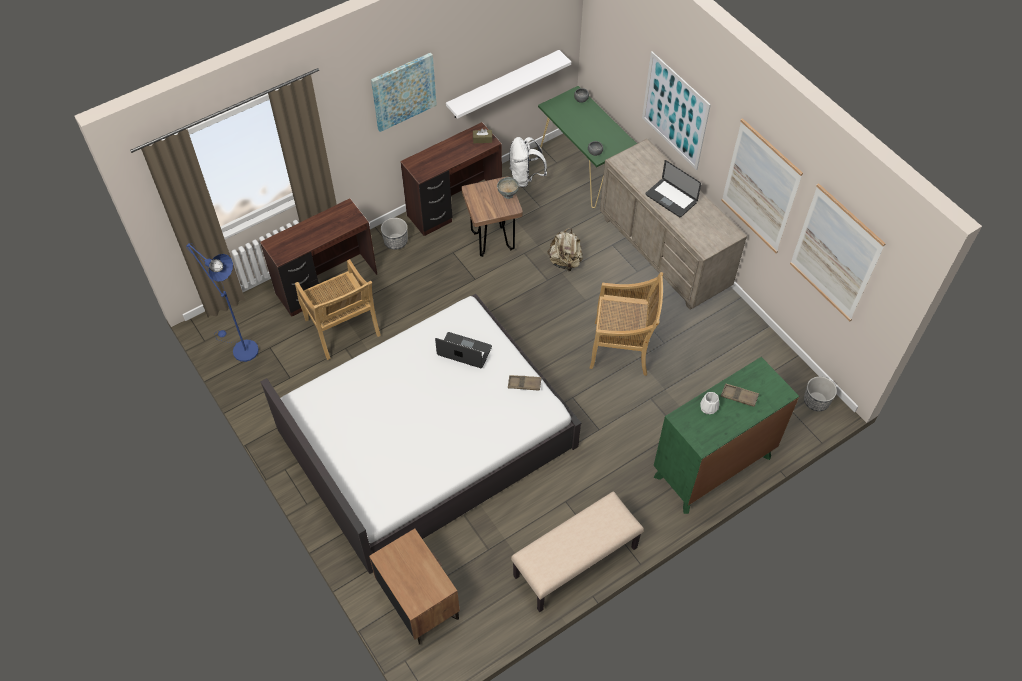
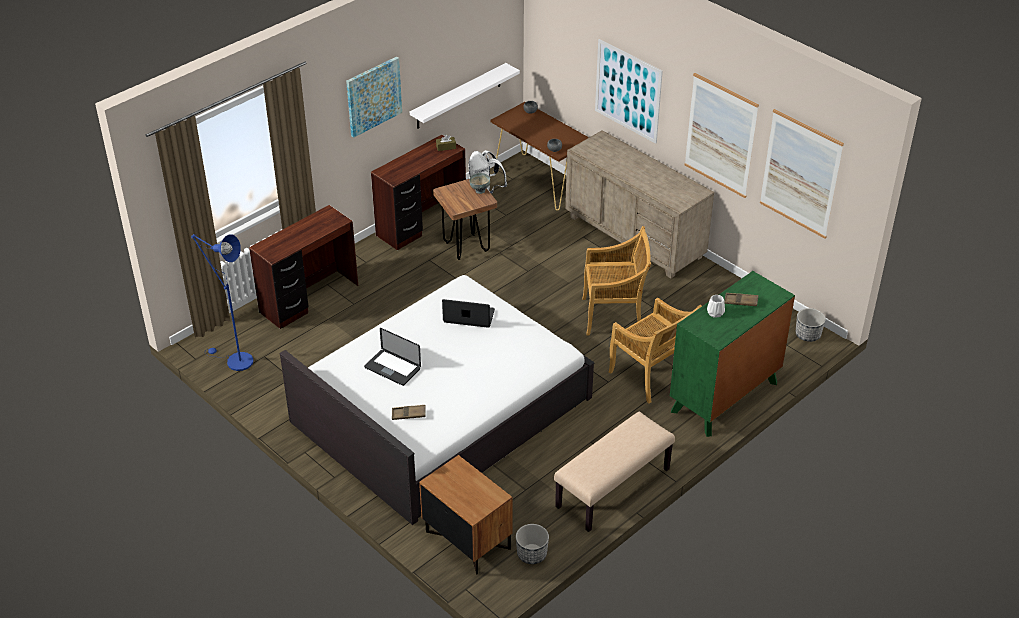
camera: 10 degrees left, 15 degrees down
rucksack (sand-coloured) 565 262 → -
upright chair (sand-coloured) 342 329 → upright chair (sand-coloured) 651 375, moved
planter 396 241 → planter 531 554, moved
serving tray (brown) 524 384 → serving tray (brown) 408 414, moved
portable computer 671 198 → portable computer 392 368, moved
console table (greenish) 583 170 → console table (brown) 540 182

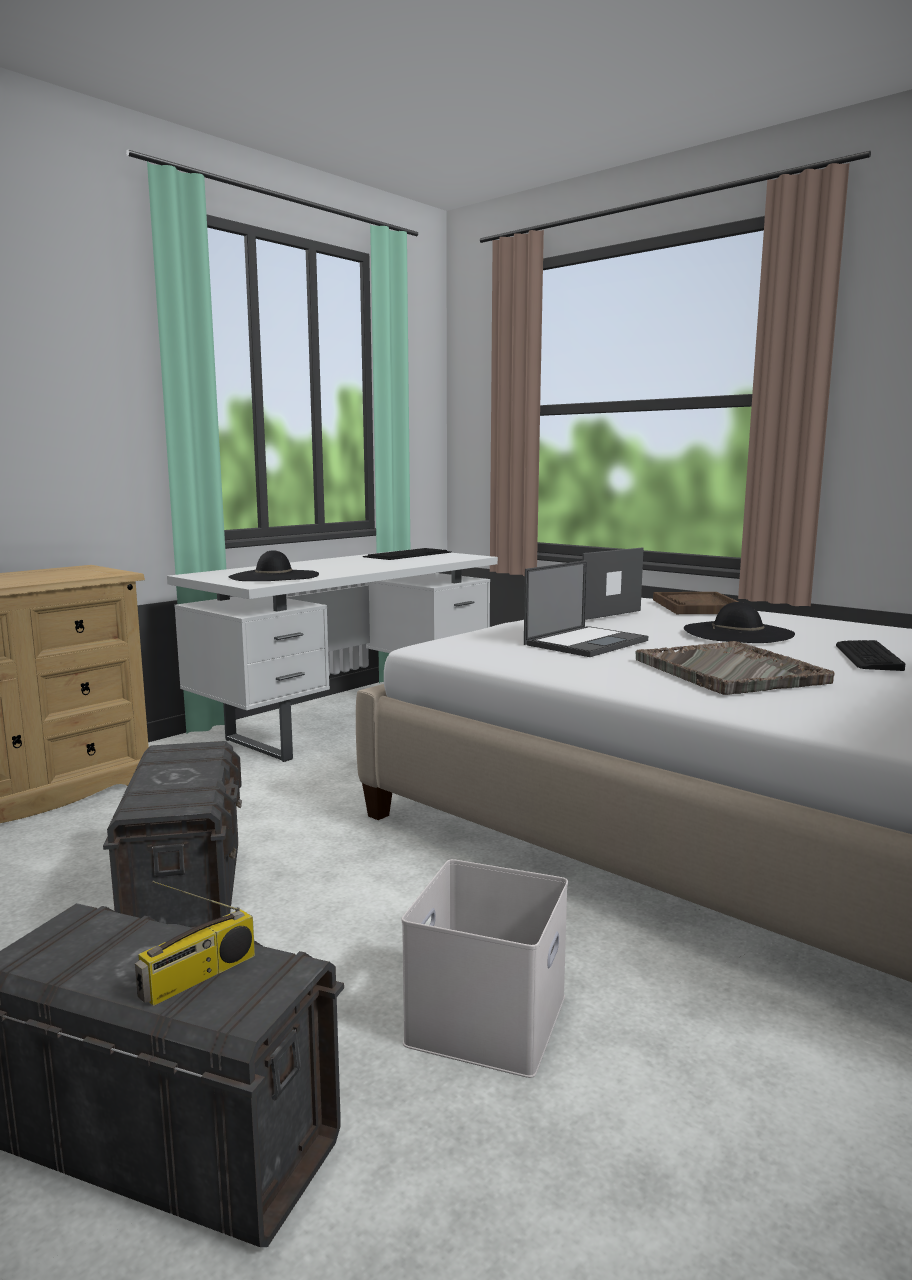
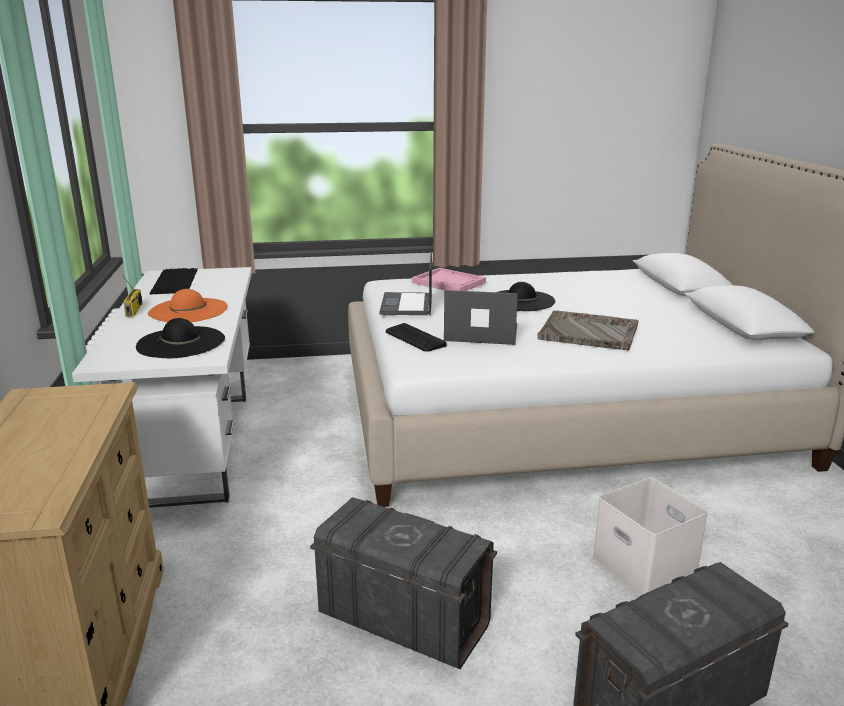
camera: 50 degrees left, 10 degrees up
- → wearable hat (orange-coloured) 188 310
radio receiver 198 977 → radio receiver 134 310, moved
PC keyboard 867 656 → PC keyboard 414 338, moved
serving tray (brown) 697 606 → serving tray (pinkish) 449 282
portable computer 586 642 → portable computer 480 333, 75 degrees counterclockwise

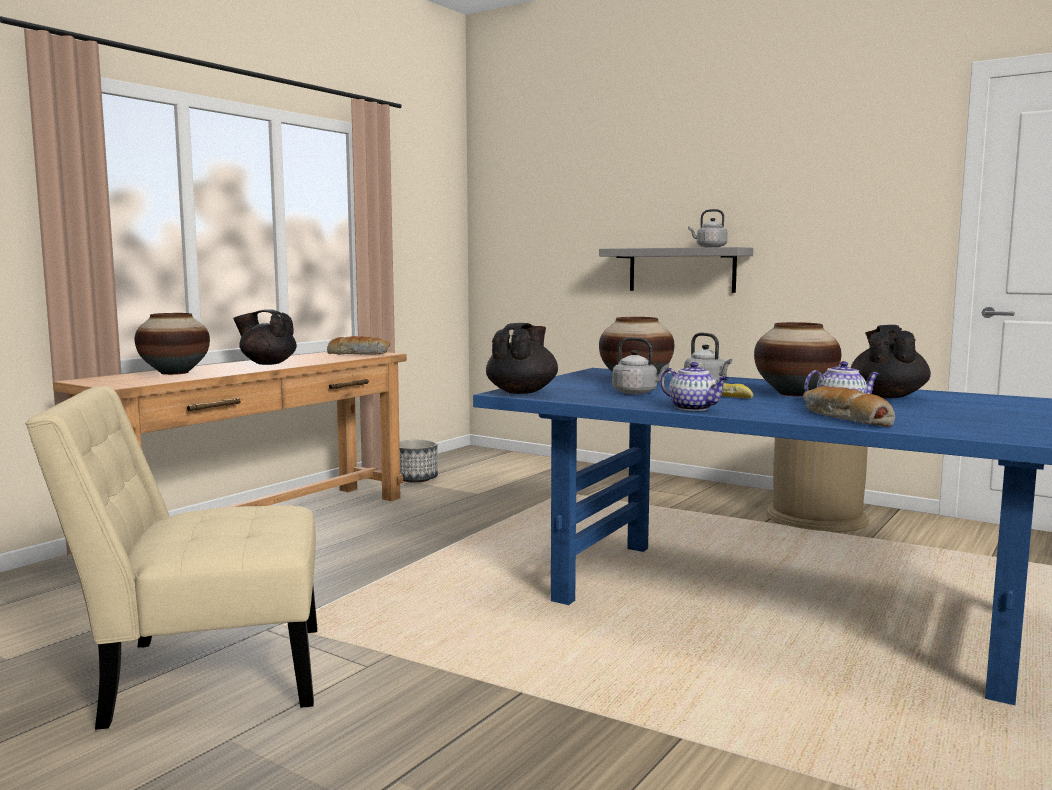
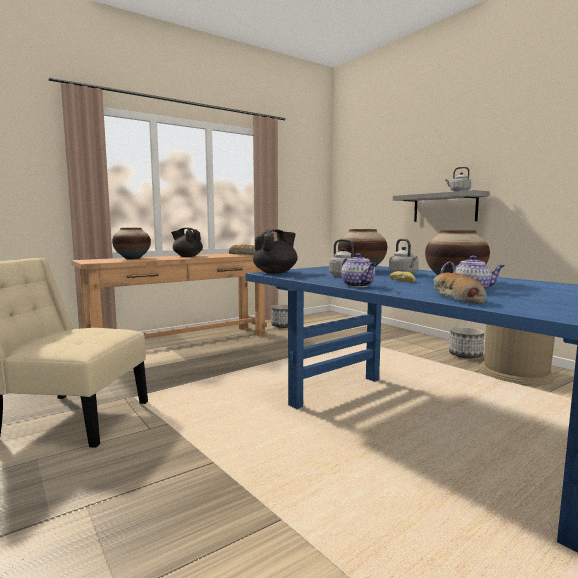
camera: 20 degrees right, 0 degrees up
teapot (black) 887 396 → -
- → planter 465 355

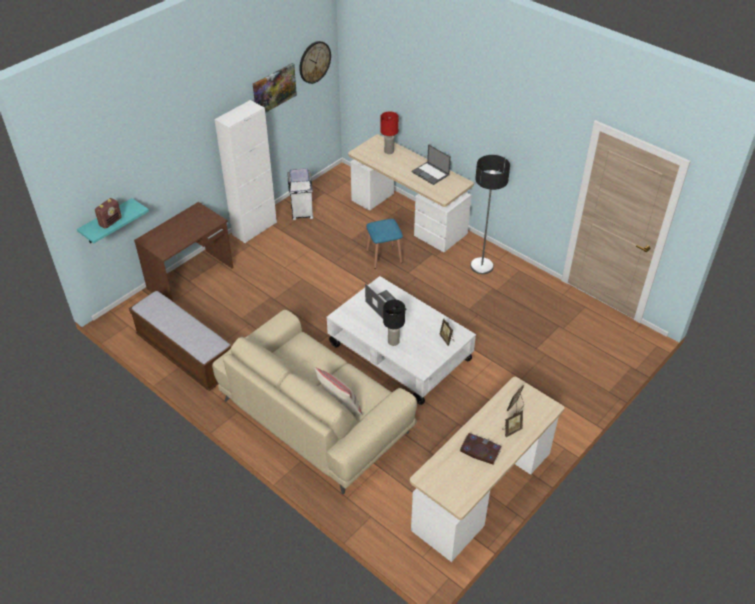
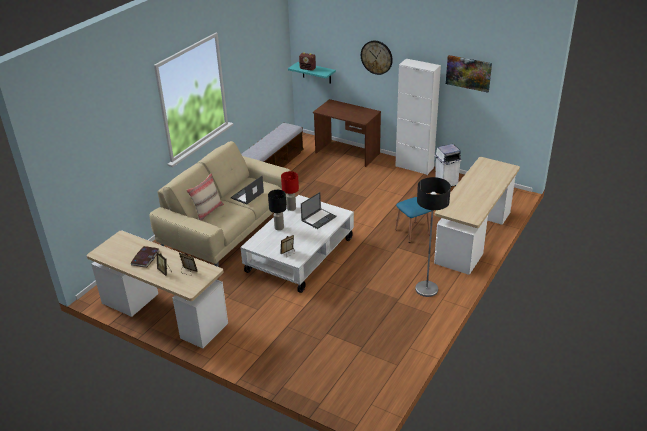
camera: 80 degrees right, 10 degrees down
hanging clock 314 62 → hanging clock 376 57, moved
table lamp (reddish) 388 151 → table lamp (reddish) 291 208, moved
portable computer 431 173 → portable computer 247 195, moved

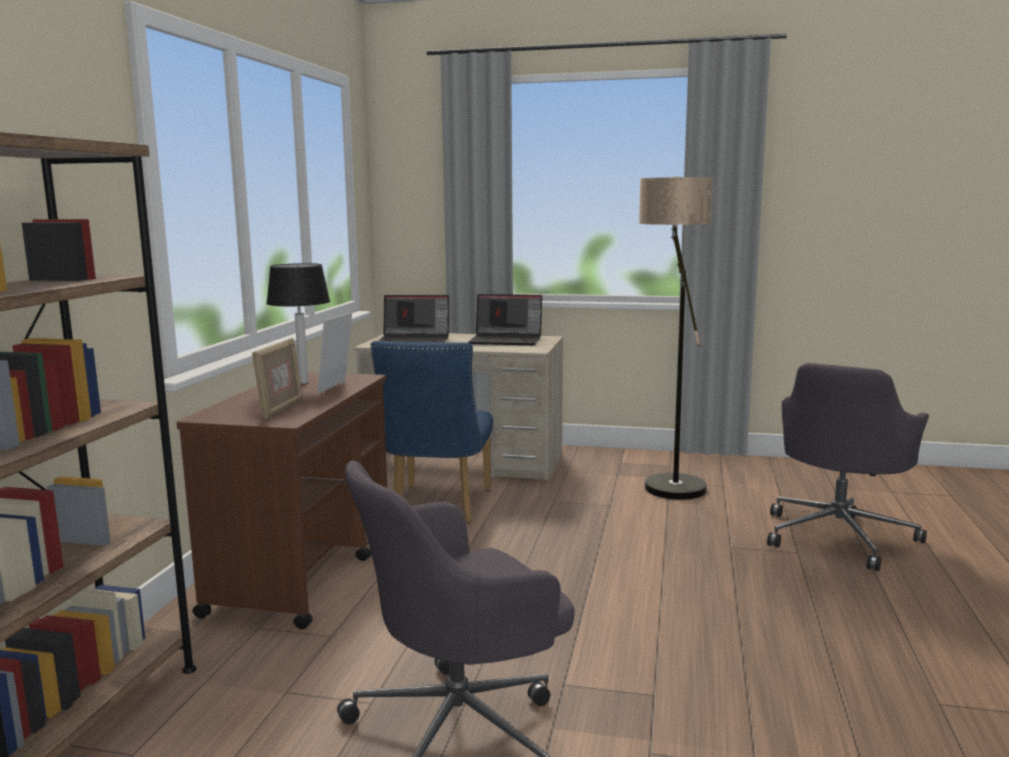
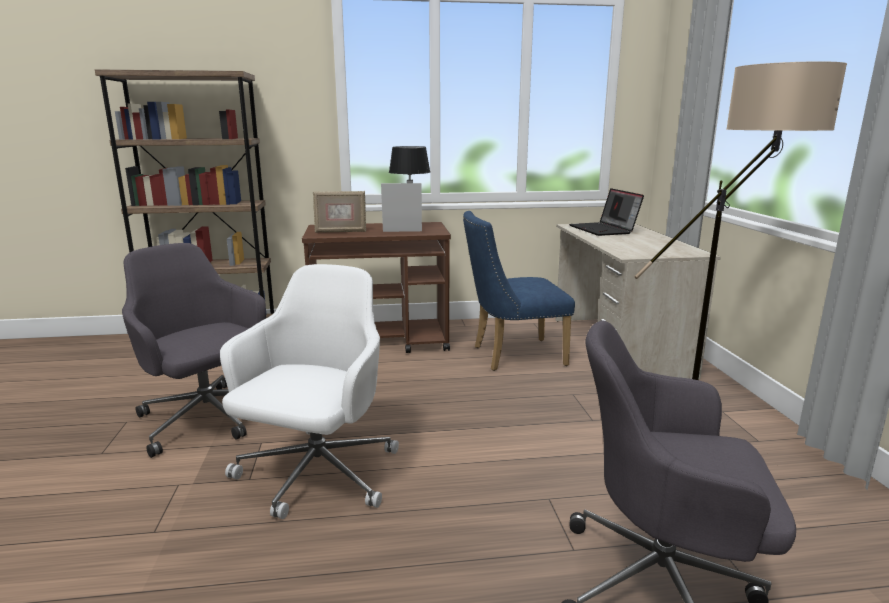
camera: 70 degrees right, 5 degrees up
portable computer 507 340 → -
- → office chair (white-coloured) 316 475

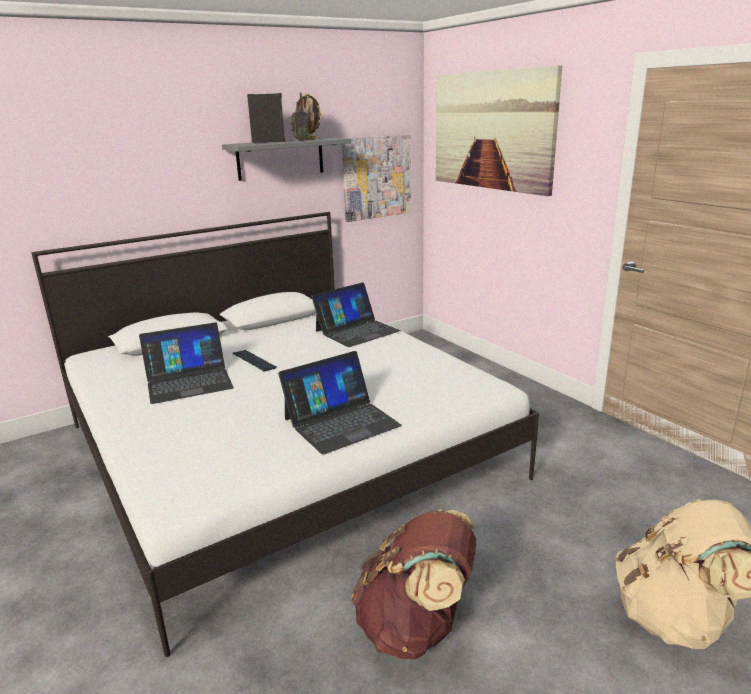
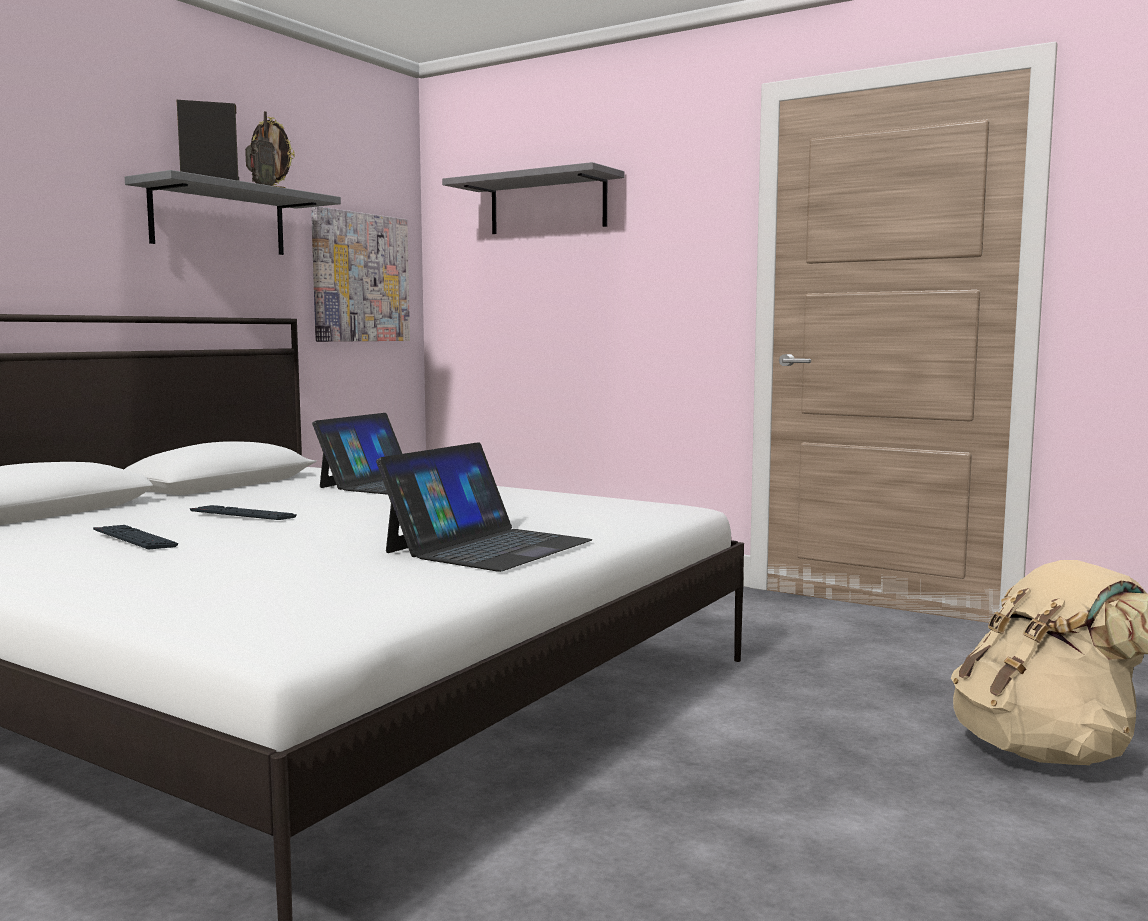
camera: 25 degrees left, 15 degrees down
rucksack (brown) 415 626 → -
portable computer 189 381 → PC keyboard 134 539
wall picture 492 130 → wall shelf (grey) 548 204

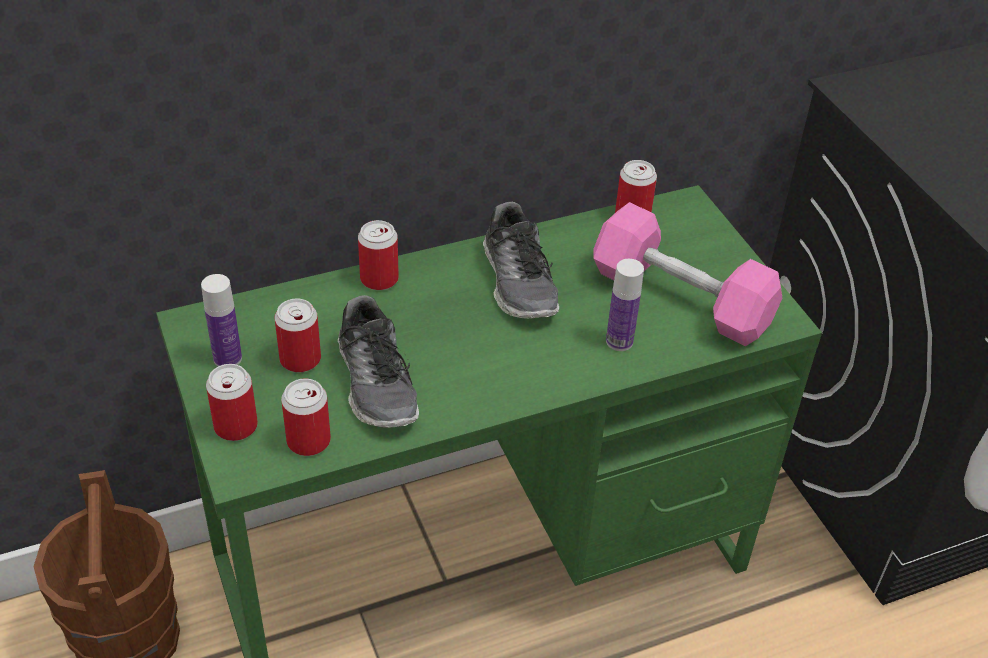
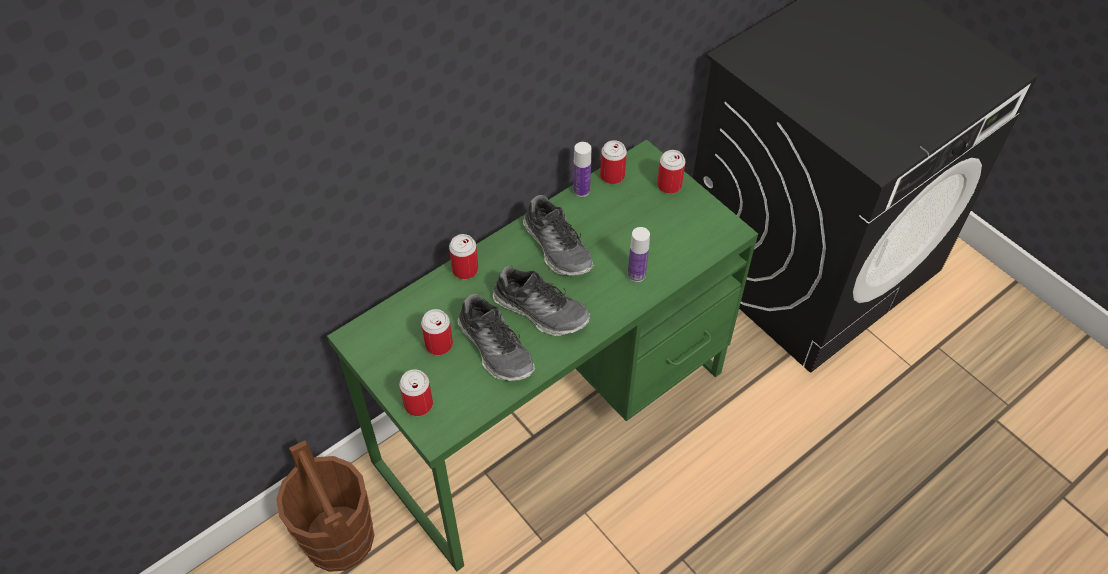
camera: 15 degrees left, 10 degrees up
free weight (pinkish) 681 298 → -
- → shoe 541 310
drink bottle 227 358 → drink bottle 581 190, moved
can 308 441 → can 669 185, moved

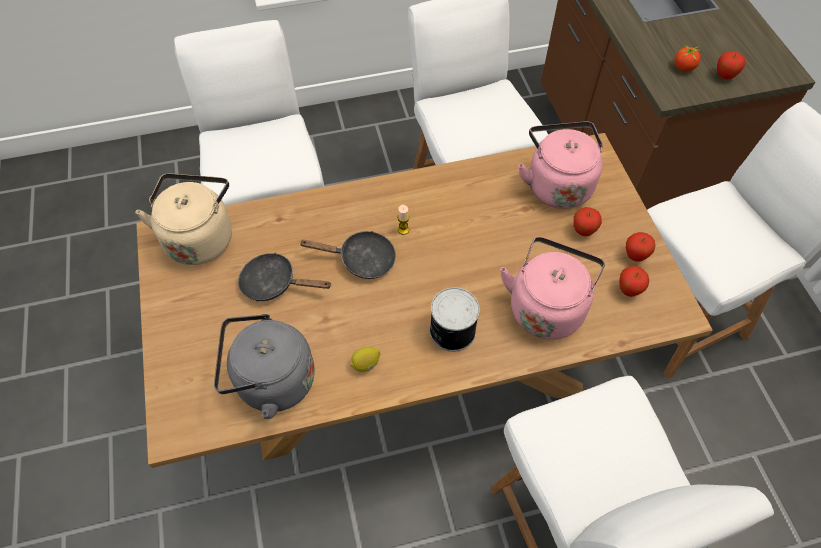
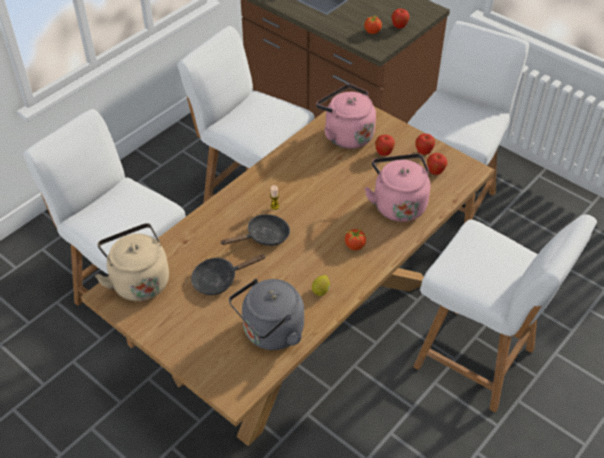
camera: 35 degrees left, 10 degrees down
can 451 331 → fresh tomato 355 246

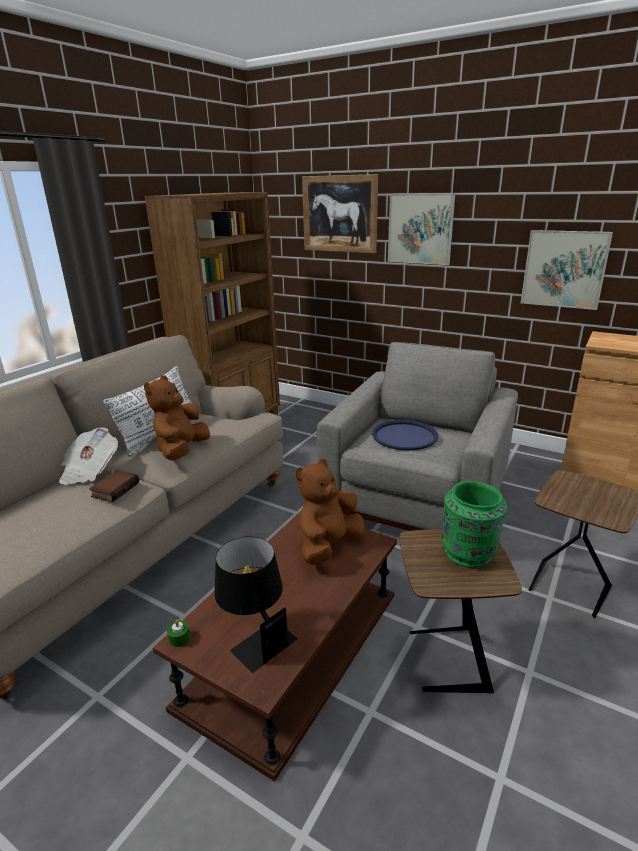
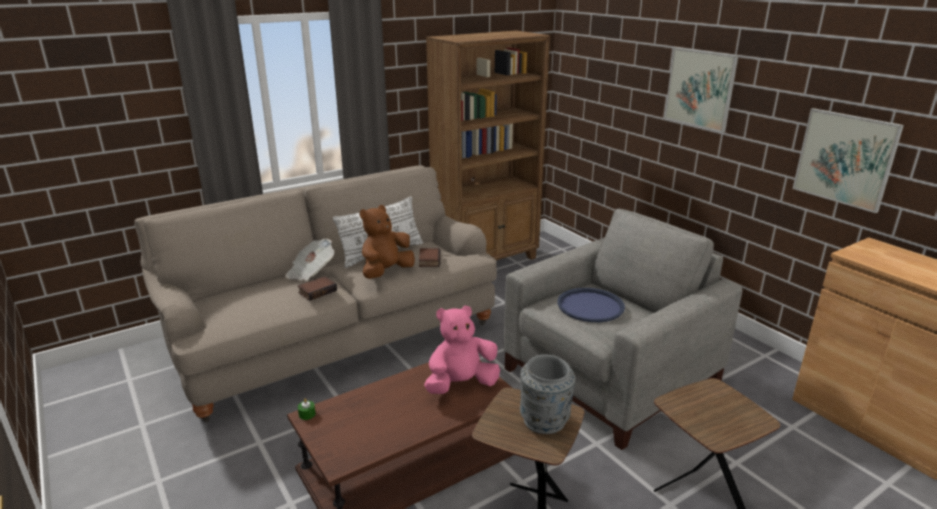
camera: 25 degrees right, 0 degrees up
table lamp (black) 255 637 → -
wall picture 339 214 → -
- → volume 428 260
cuddly toy (brown) 328 546 → cuddly toy (pinkish) 461 384
vase (greenish) 469 553 → vase (grey) 544 421

